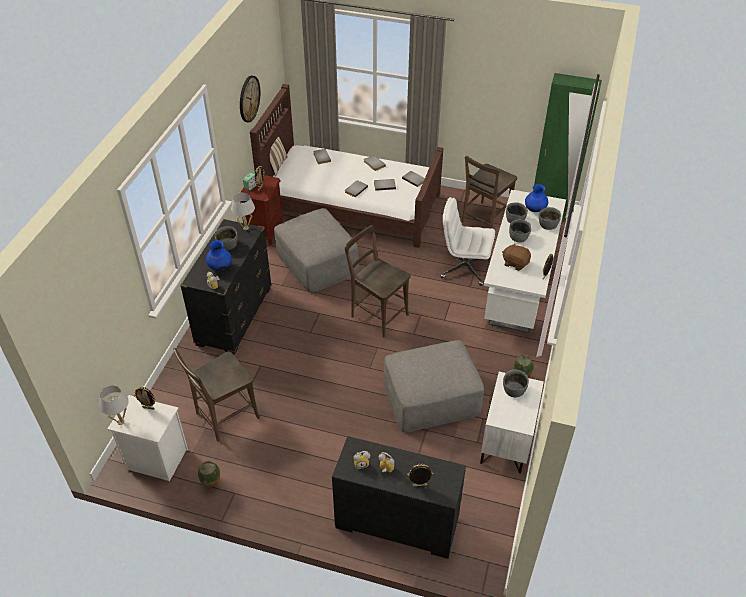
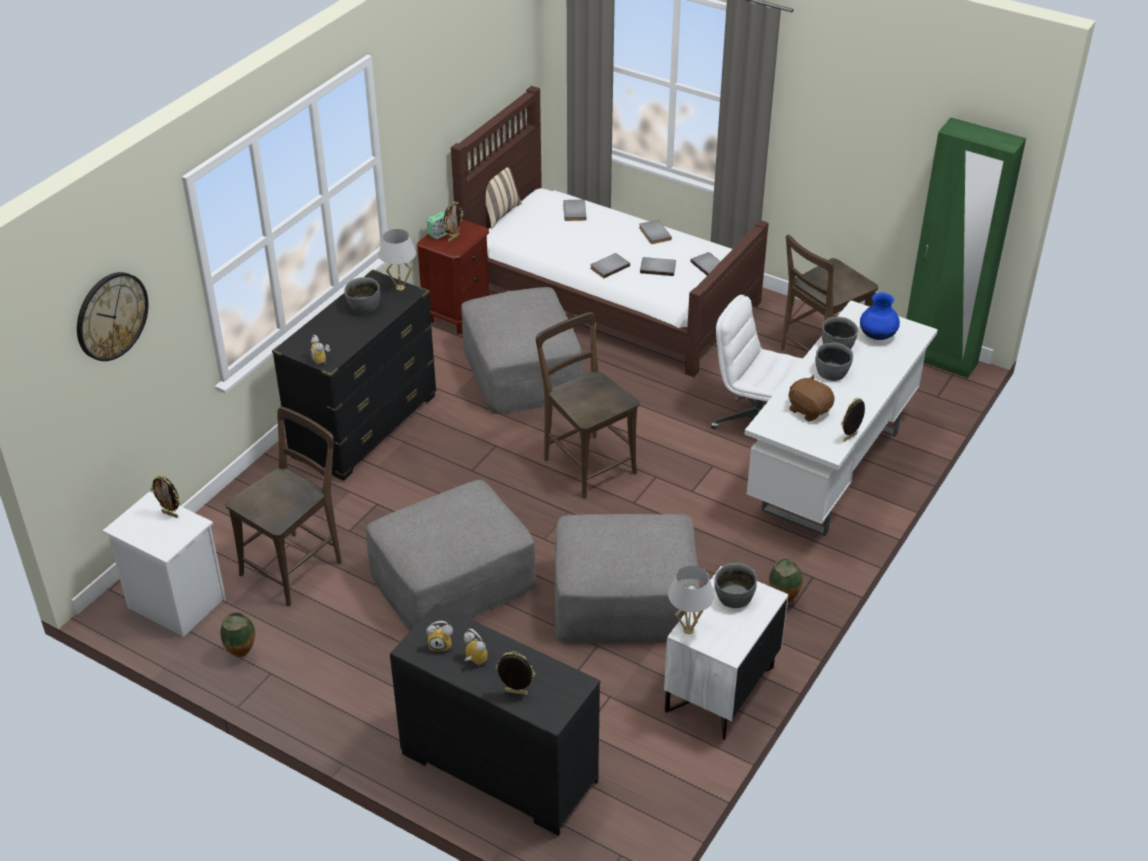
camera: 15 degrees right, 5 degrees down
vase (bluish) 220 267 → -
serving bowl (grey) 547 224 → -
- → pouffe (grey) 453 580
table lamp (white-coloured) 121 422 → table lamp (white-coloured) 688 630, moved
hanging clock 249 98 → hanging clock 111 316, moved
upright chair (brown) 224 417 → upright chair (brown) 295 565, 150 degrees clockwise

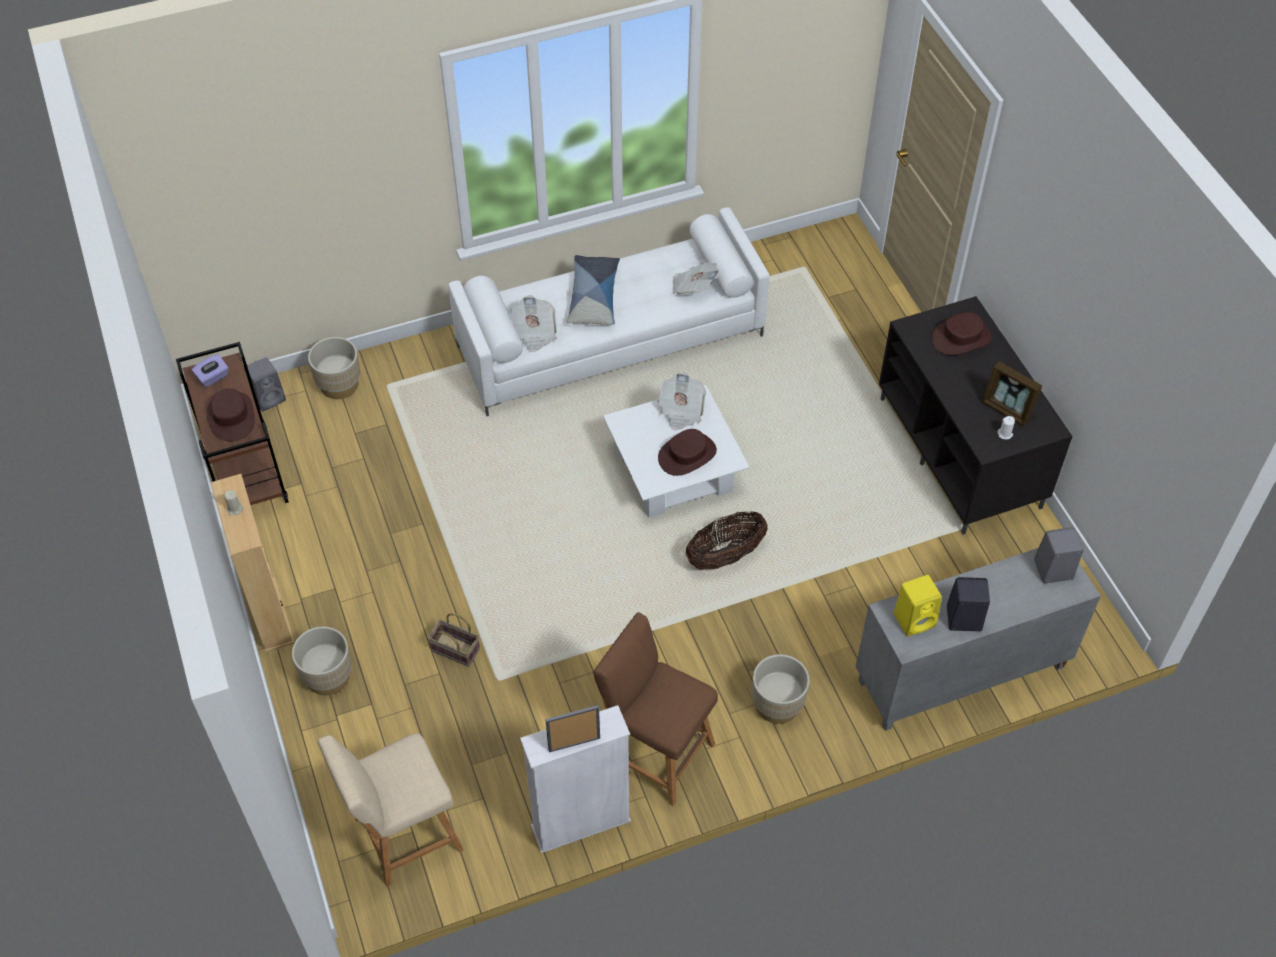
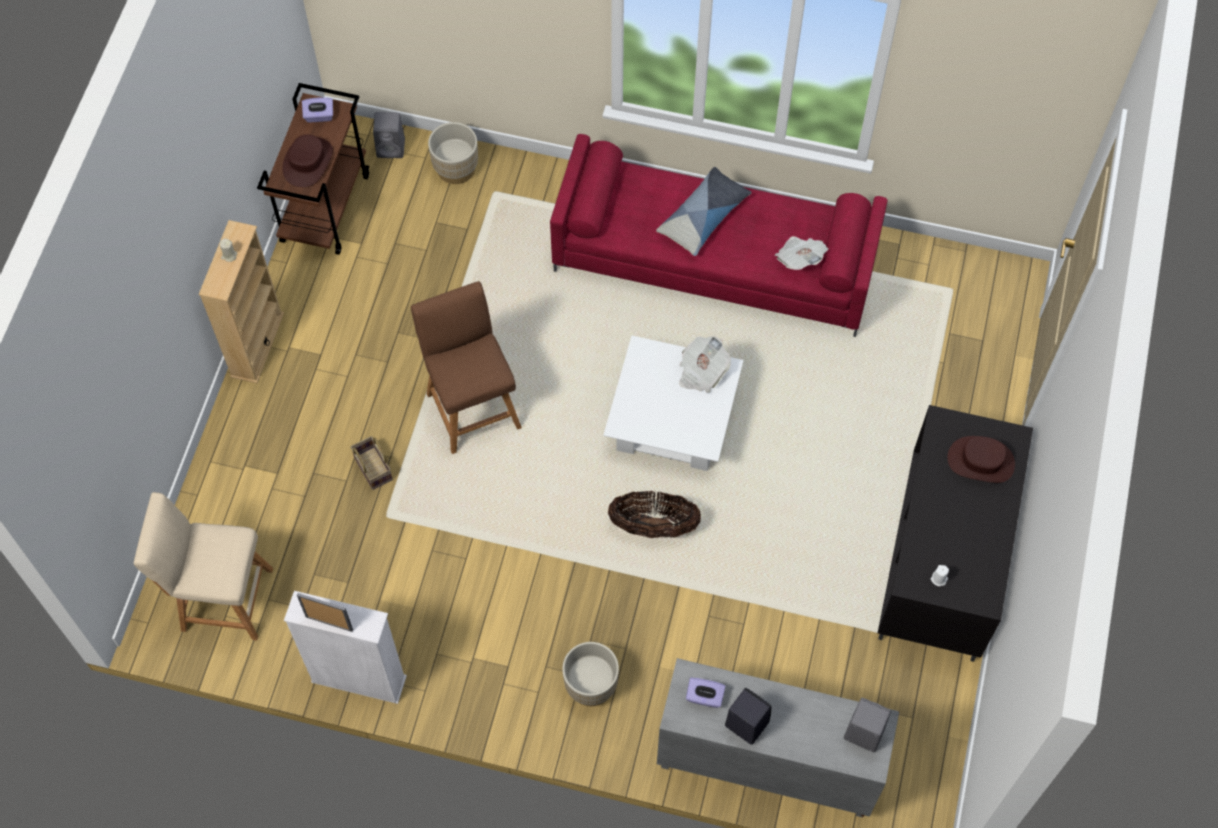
camera: 35 degrees right, 10 degrees up
planter (sand-coloured) 328 676 → -
newspaper 534 333 → -
wearable hat (brown) 687 455 → -
standing frame 1007 410 → -
sitting stool (brown) 655 752 → sitting stool (brown) 472 406, moved
audio speaker (yellow) 915 619 → box of tissues (purplish) 704 697
settee (white-coloured) 611 340 → settee (reddish) 715 261

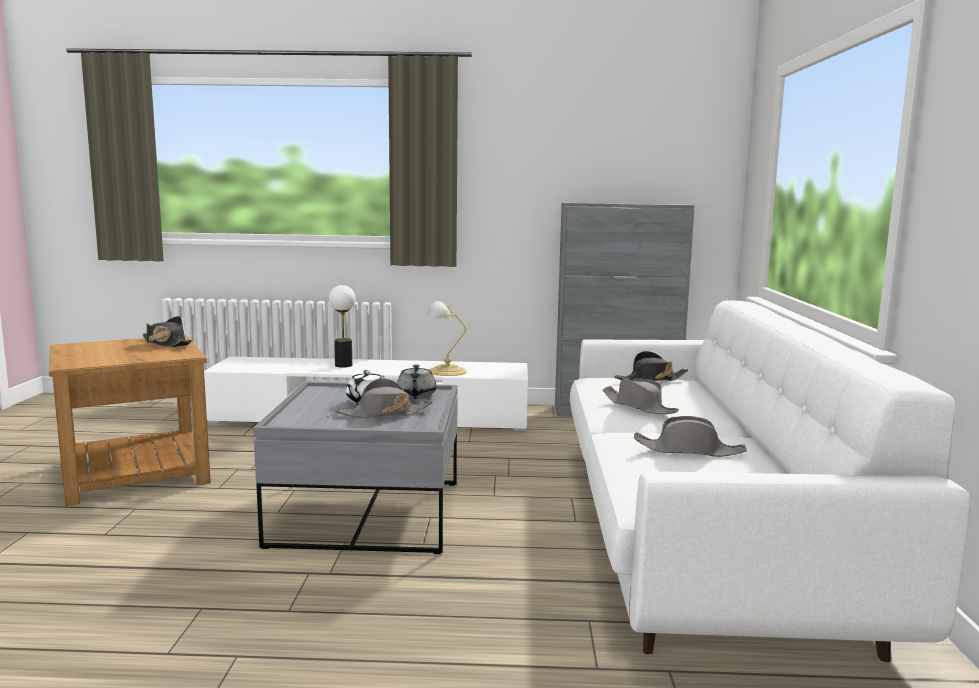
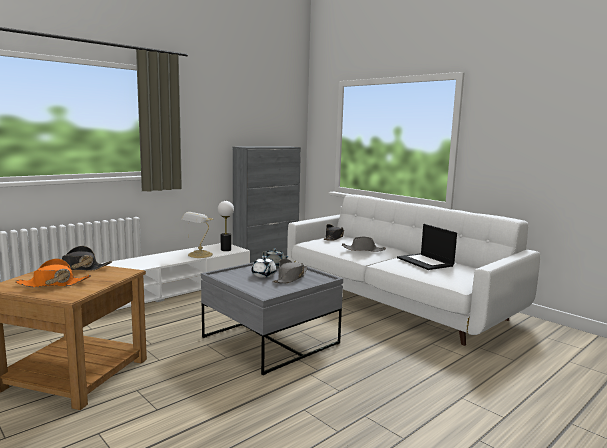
camera: 45 degrees left, 0 degrees up
- → wearable hat (orange-coloured) 53 284
table lamp 343 365 → table lamp 226 250, moved
wearable hat (grey) 689 450 → portable computer 425 262

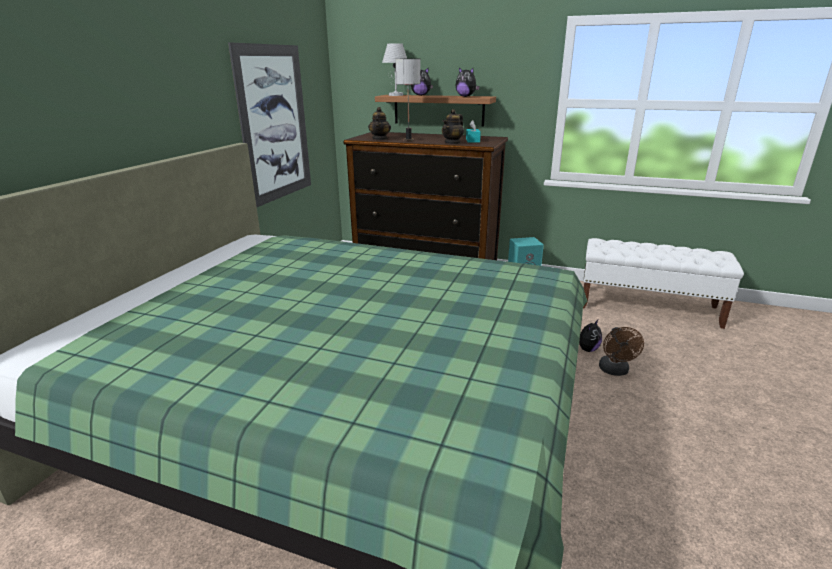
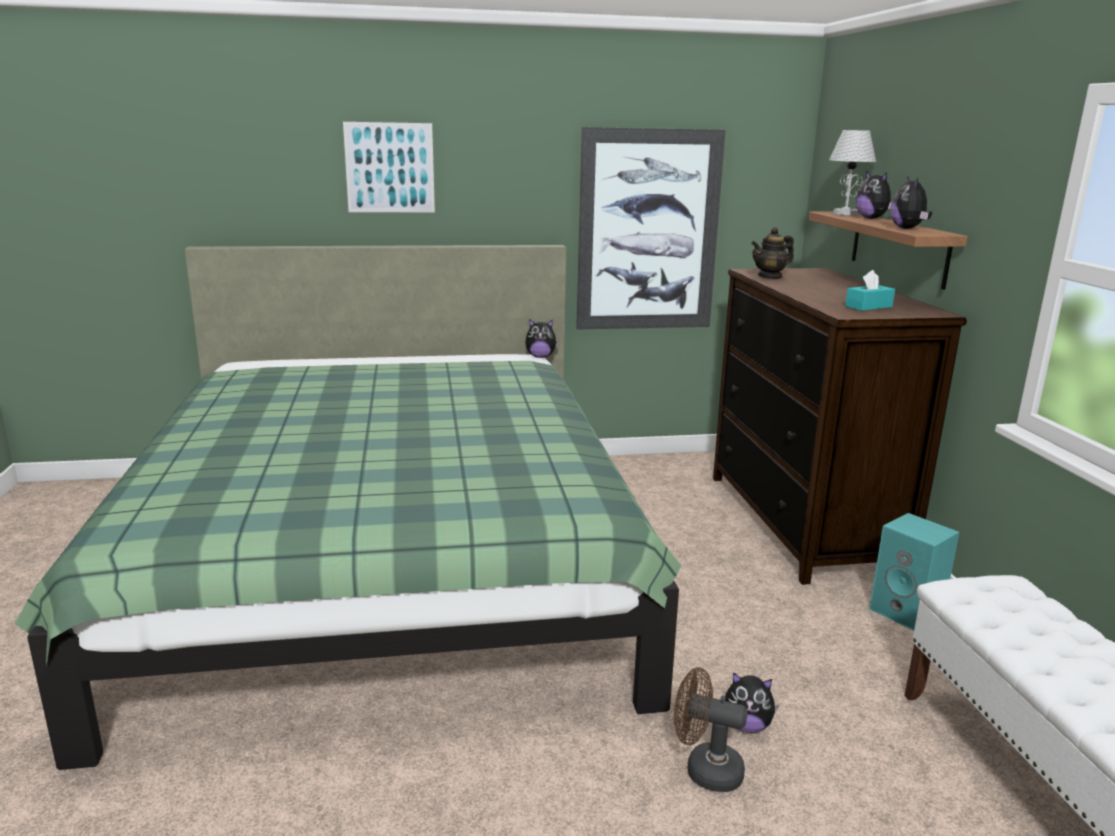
camera: 60 degrees right, 5 degrees down
table lamp 408 140 → -
teapot 452 143 → -
- → wall picture 390 168
- → cuddly toy 540 357
fan (brown) 615 371 → fan (brown) 704 770, 45 degrees clockwise

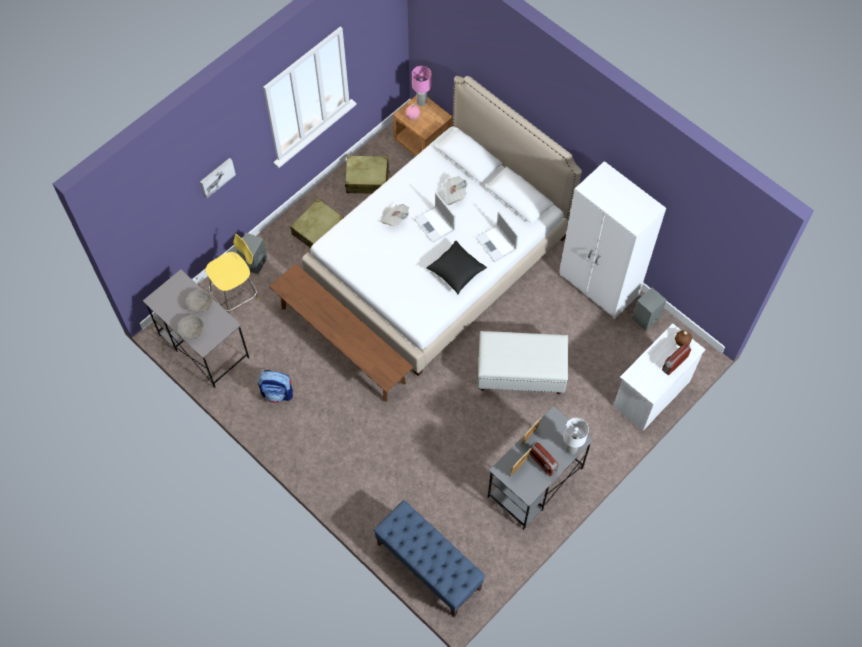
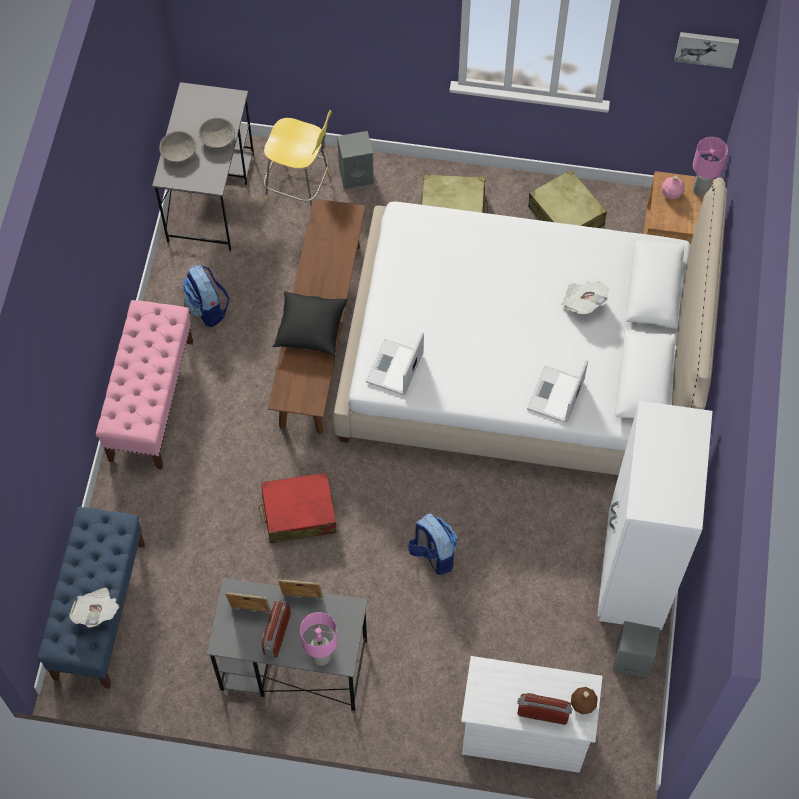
camera: 55 degrees right, 0 degrees up
- → bench (pinkish) 151 400
- → suitcase (reddish) 298 513
wall picture 216 177 → wall picture 706 48, moved
newspaper 394 218 → newspaper 97 611, moved
portable computer 435 225 → portable computer 394 369, moved
throw pillow (black) 456 272 → throw pillow (black) 310 329, moved
pouffe (white-coloured) 520 372 → rucksack 433 554
table lamp (white-coloured) 571 449 → table lamp (pinkish) 321 657

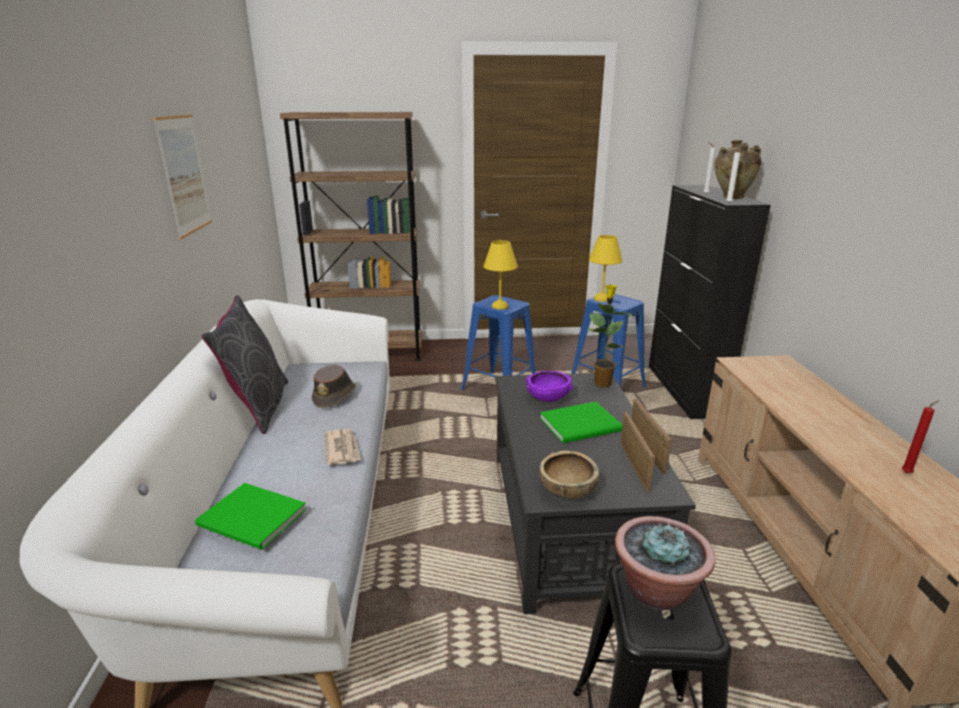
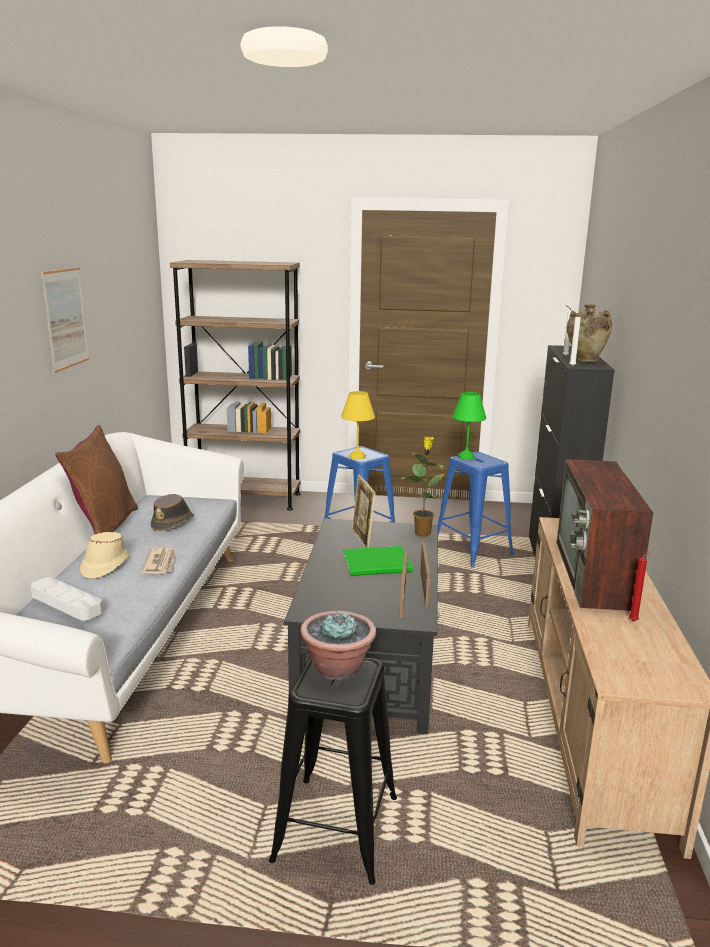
camera: 10 degrees right, 5 degrees down
serving bowl (brown) 567 489 → -
- → wearable hat (sand-coloured) 104 566
- → TV set 594 575
volume (greenish) 253 520 → serving tray (grey) 66 603
serving bowl (purplish) 548 397 → standing frame 362 539
throw pillow (grey) 258 407 → throw pillow (brown) 104 526
table lamp (yellow) 602 299 → table lamp (greenish) 467 457

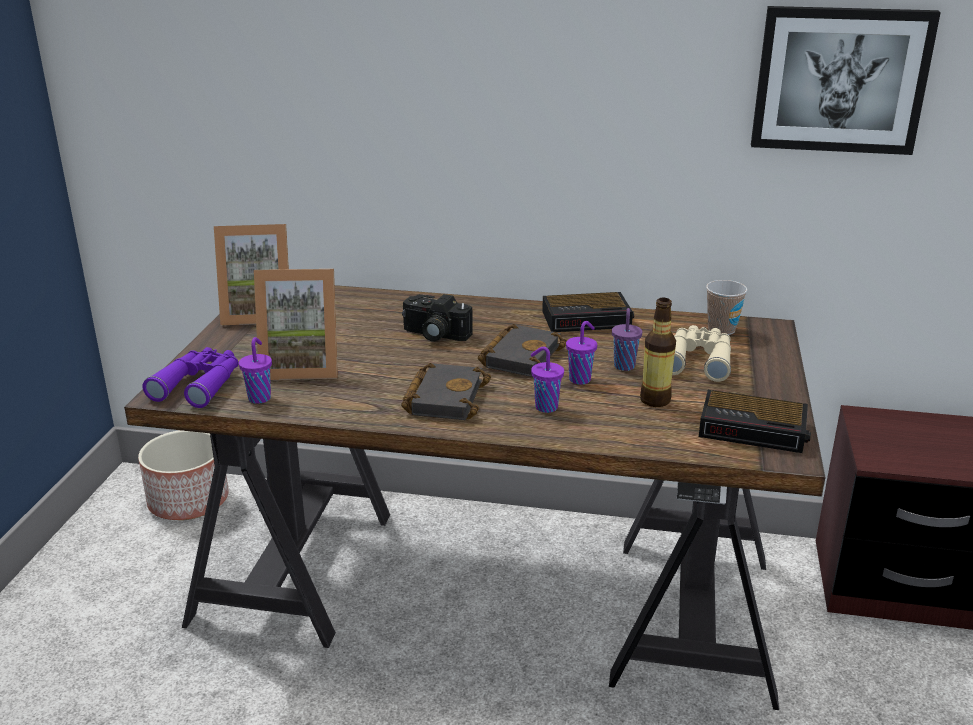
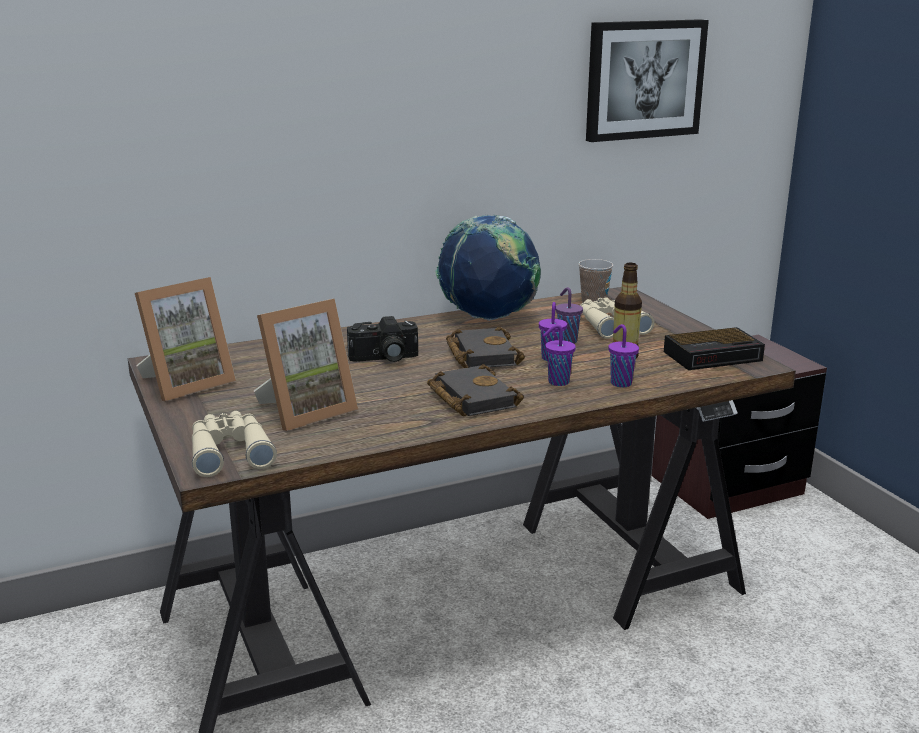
camera: 35 degrees left, 5 degrees down
planter 189 501 → -
cup (purplish) 260 397 → cup (purplish) 620 383, moved
bedside clock 588 319 → desk globe 488 318
binoculars (purplish) 199 385 → binoculars (sand-coloured) 230 452

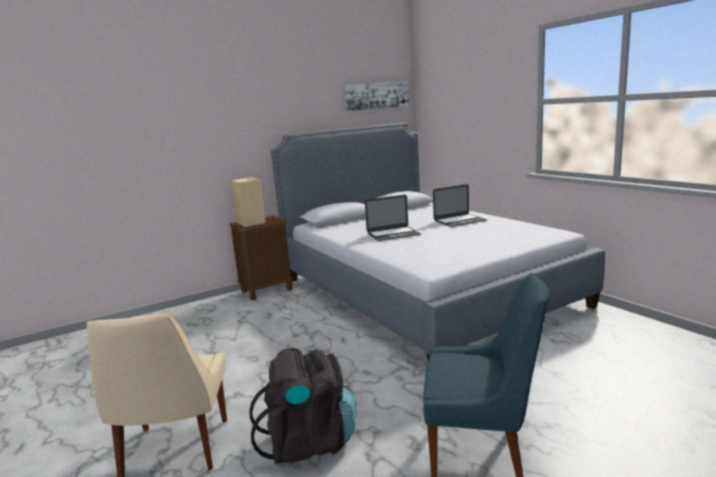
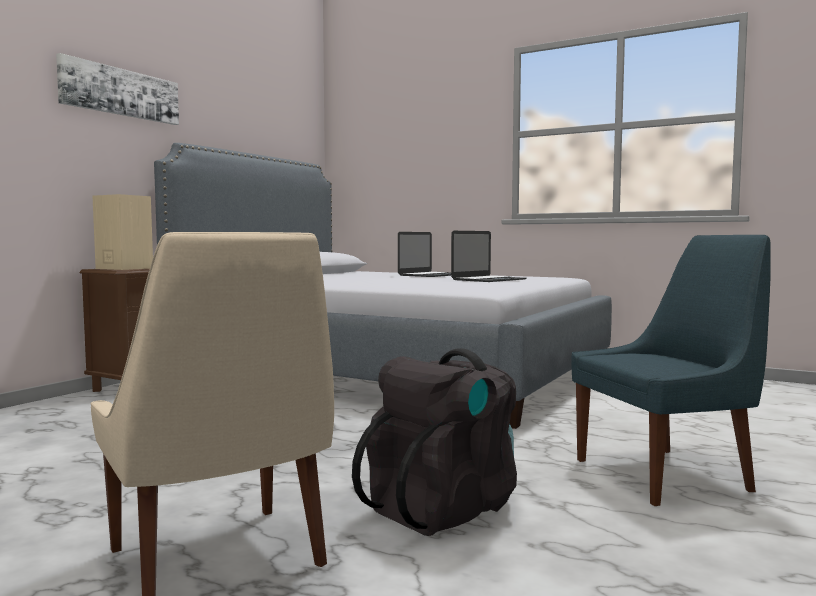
camera: 30 degrees left, 10 degrees down
wall picture 376 95 → wall picture 120 92, moved
portable computer 393 234 → portable computer 489 279, moved

